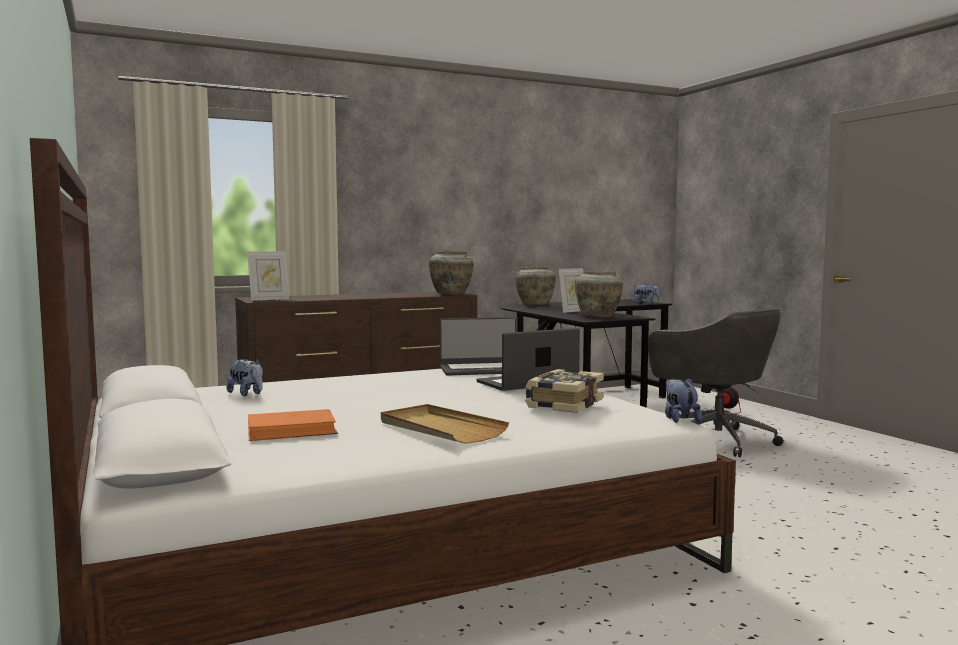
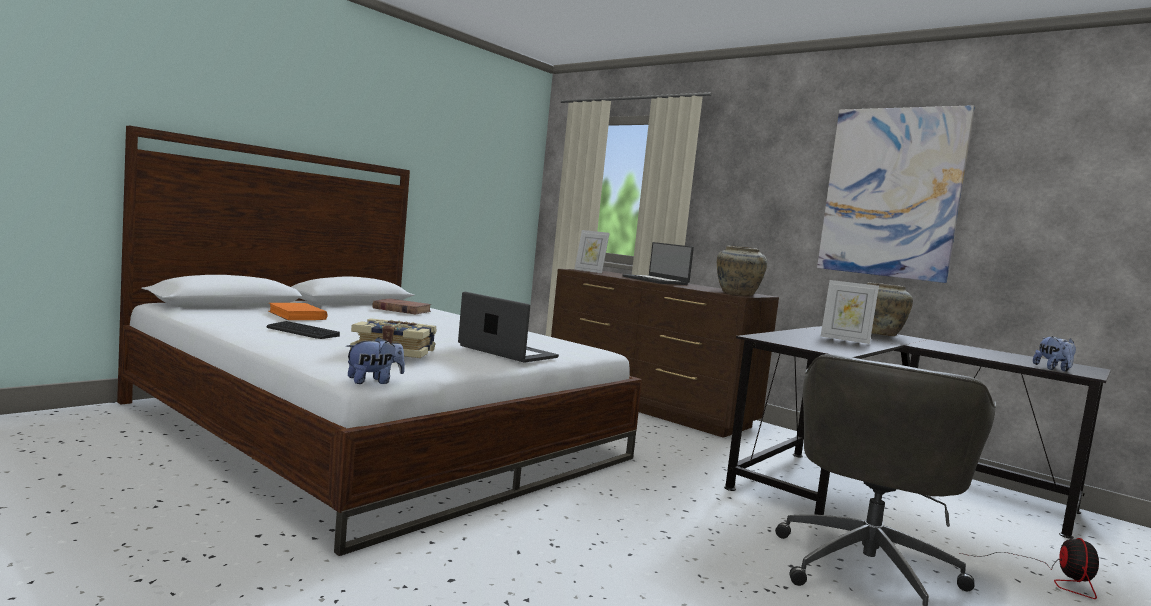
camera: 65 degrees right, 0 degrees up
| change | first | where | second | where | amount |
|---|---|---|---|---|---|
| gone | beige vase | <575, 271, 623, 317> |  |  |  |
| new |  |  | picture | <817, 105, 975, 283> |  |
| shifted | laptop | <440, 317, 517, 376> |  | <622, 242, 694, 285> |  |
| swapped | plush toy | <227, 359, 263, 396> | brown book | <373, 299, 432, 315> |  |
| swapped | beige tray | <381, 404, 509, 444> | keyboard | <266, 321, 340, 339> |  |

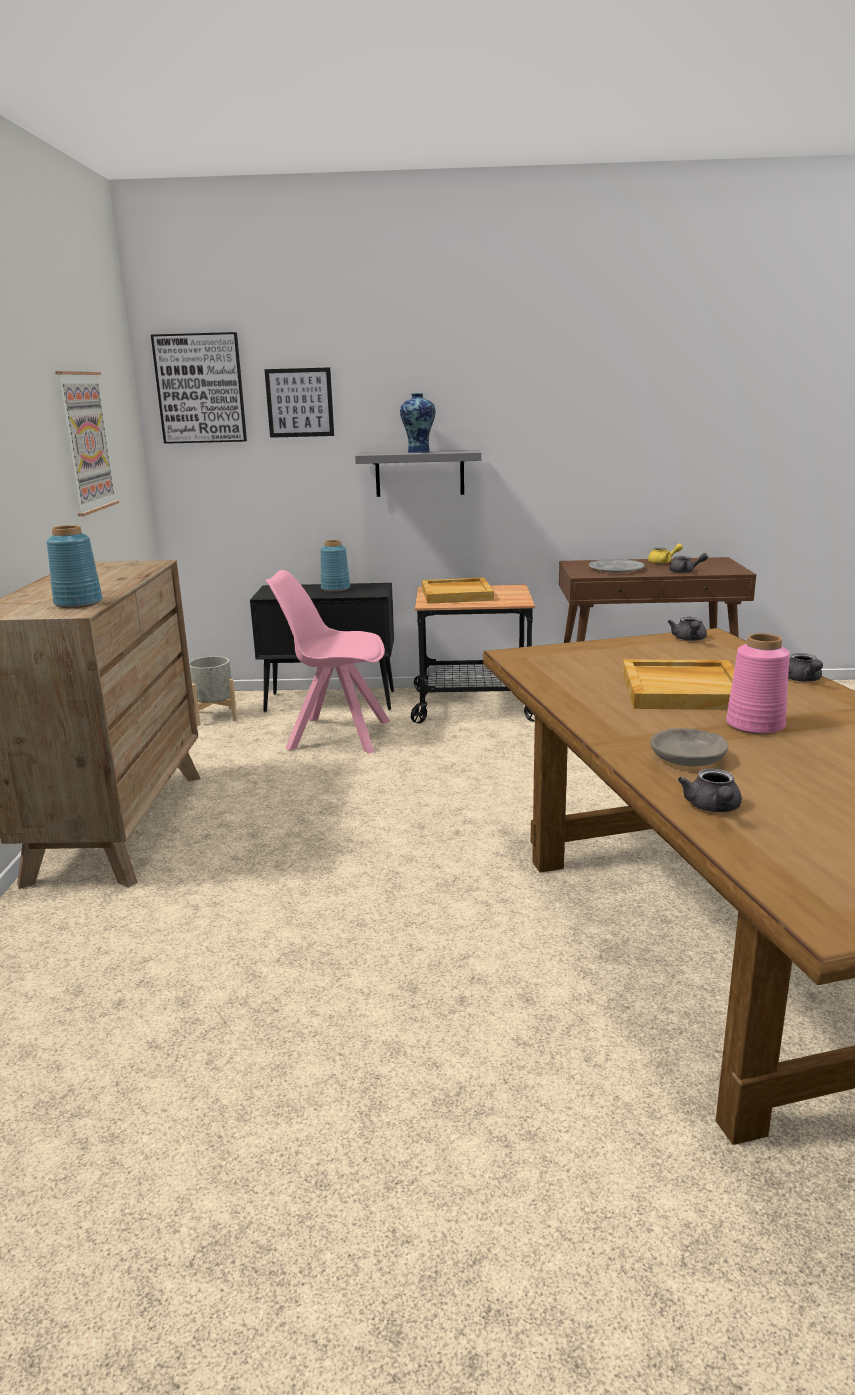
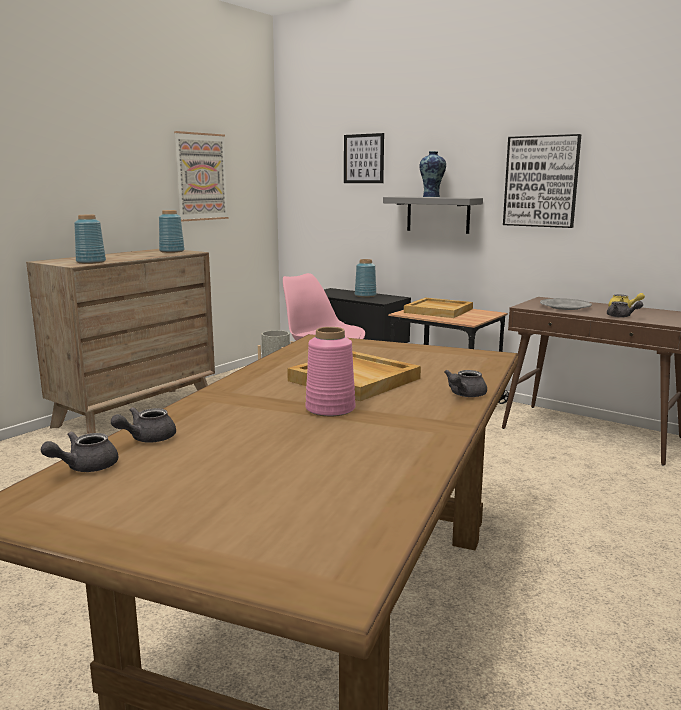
camera: 35 degrees right, 5 degrees down
| change | first | where | second | where | amount |
|---|---|---|---|---|---|
| gone | grey bowl | <650, 728, 728, 766> |  |  |  |
| new |  |  | blue vase | <159, 210, 185, 253> |  |
| shifted | picture | <151, 332, 247, 444> |  | <503, 134, 581, 228> |  |
| shifted | grey teapot | <668, 617, 707, 641> |  | <41, 432, 118, 472> |  |

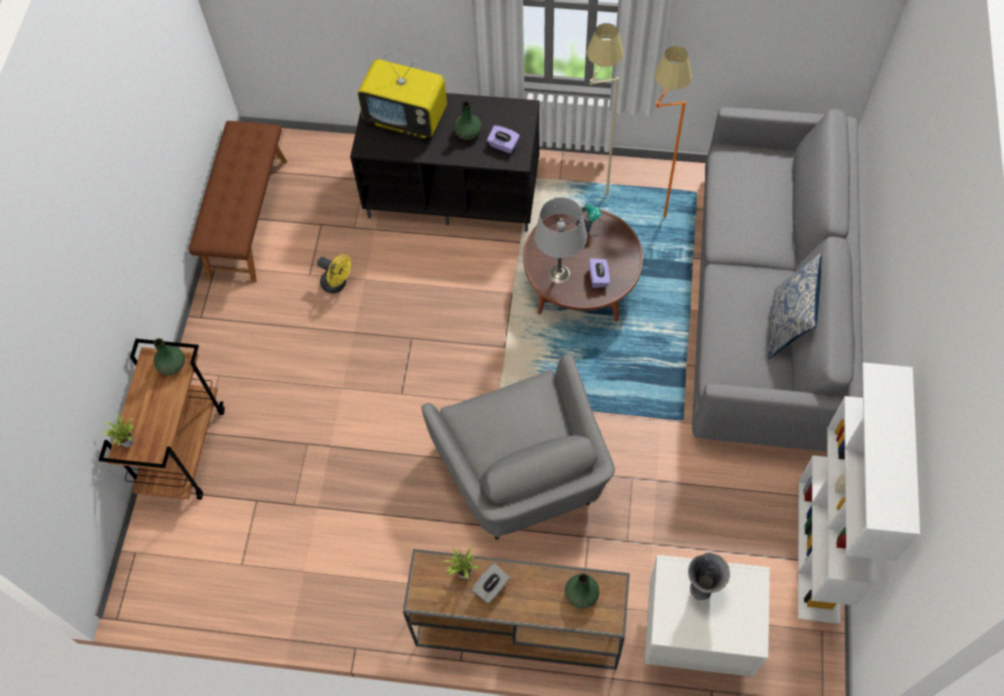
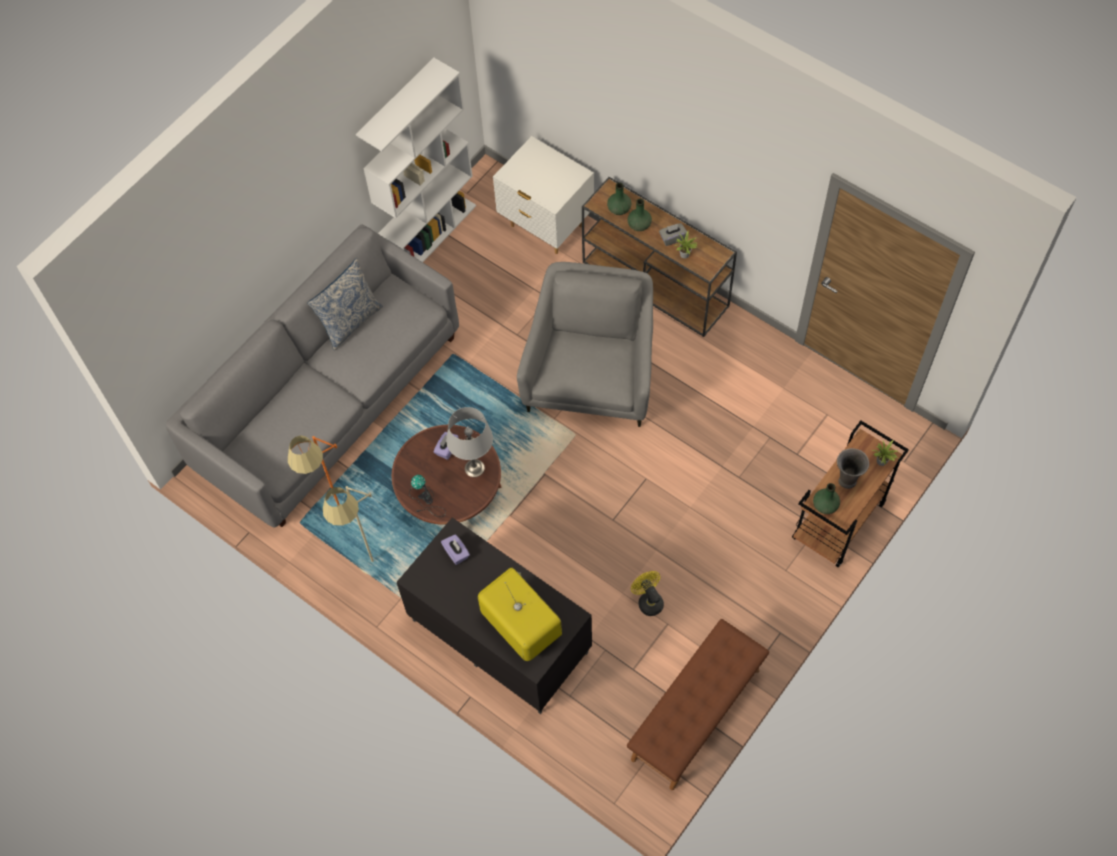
camera: 150 degrees left, 0 degrees up
| change | first | where | second | where | amount |
|---|---|---|---|---|---|
| shifted | green vase | <454, 101, 482, 140> |  | <627, 199, 652, 231> |  |
| shifted | grey vase | <688, 553, 730, 600> |  | <837, 448, 869, 489> |  |

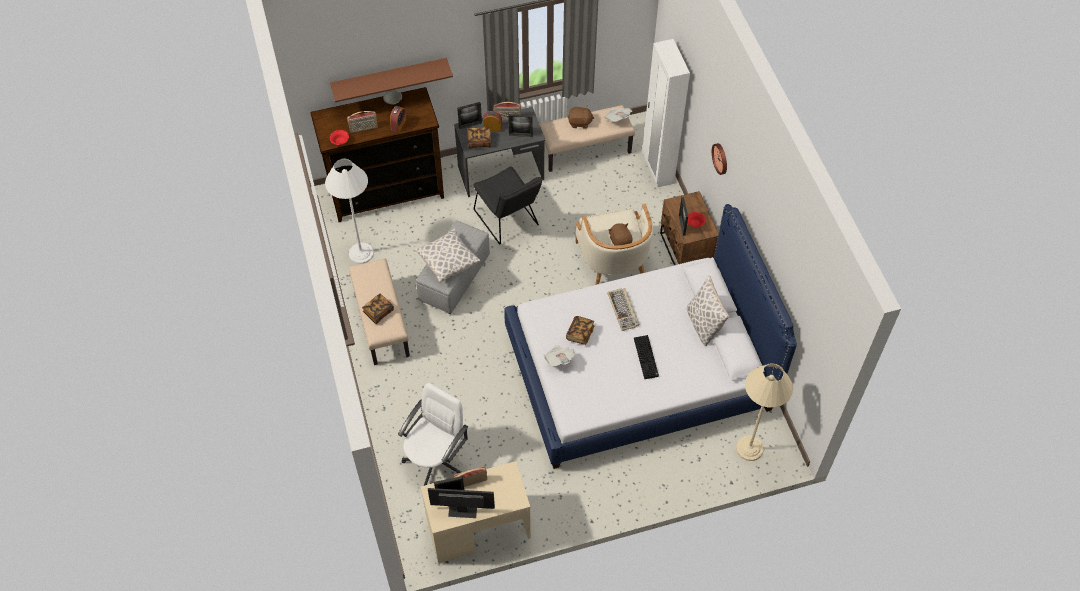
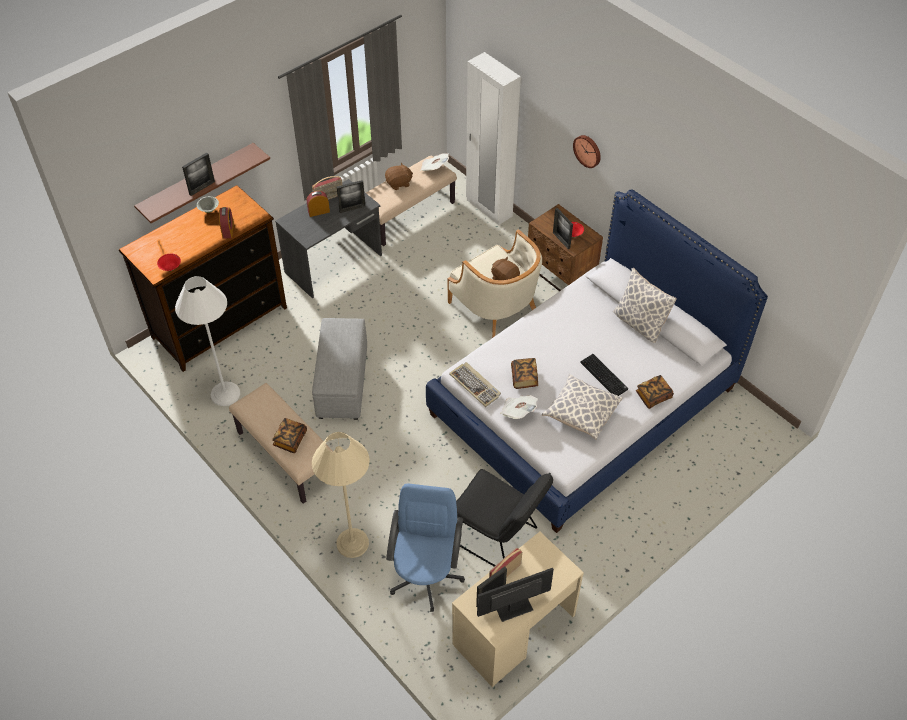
camera: 25 degrees left, 5 degrees down
| change | first | where | second | where | amount |
|---|---|---|---|---|---|
| gone | radio | <347, 111, 378, 133> |  |  |  |
| shifted | pillow | <414, 228, 480, 283> |  | <542, 374, 622, 440> |  |
| shifted | picture frame | <457, 102, 482, 129> |  | <182, 153, 215, 196> |  |
| shifted | book | <467, 127, 491, 149> |  | <636, 375, 674, 409> |  |
| shifted | black chair | <473, 166, 542, 244> |  | <456, 469, 553, 566> |  |
| shifted | keyboard | <607, 288, 640, 331> |  | <449, 362, 501, 407> |  |
| shifted | beige floor lamp | <736, 363, 793, 461> |  | <312, 432, 370, 558> |  |
| repainted | white office chair | <398, 383, 468, 486> | blue office chair | <386, 483, 465, 612> |  |

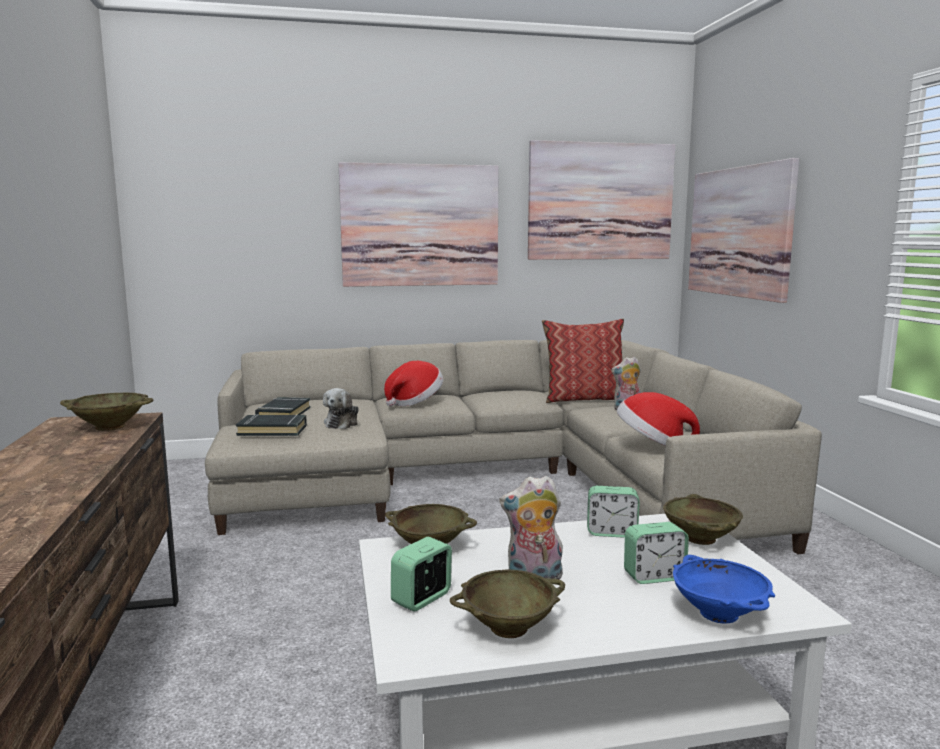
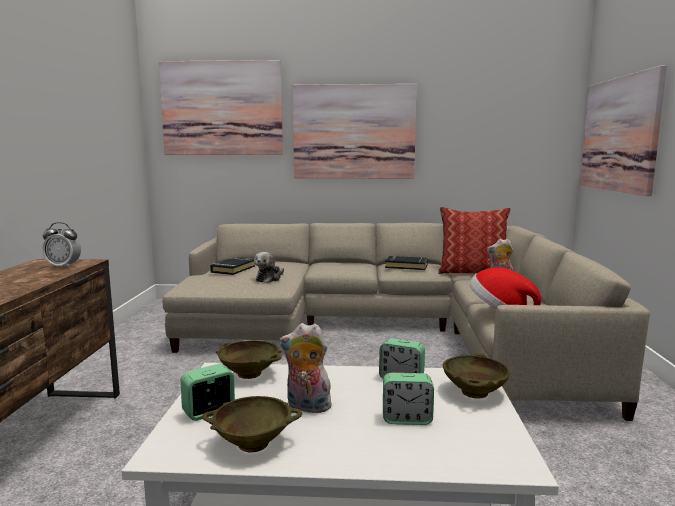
camera: 15 degrees right, 0 degrees up
| change | first | where | second | where | amount |
|---|---|---|---|---|---|
| gone | hat | <384, 361, 443, 407> |  |  |  |
| gone | blue bowl | <673, 555, 775, 623> |  |  |  |
| shifted | black book | <236, 414, 307, 436> |  | <385, 256, 428, 270> |  |
| shifted | picture | <528, 140, 675, 260> |  | <159, 60, 283, 155> |  |
| swapped | beige bowl | <60, 393, 153, 431> | alarm clock | <42, 222, 81, 268> |  |

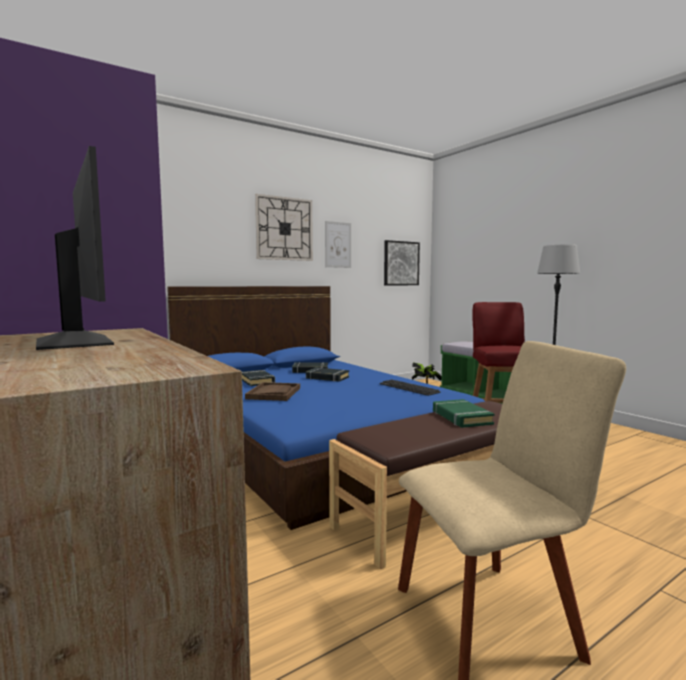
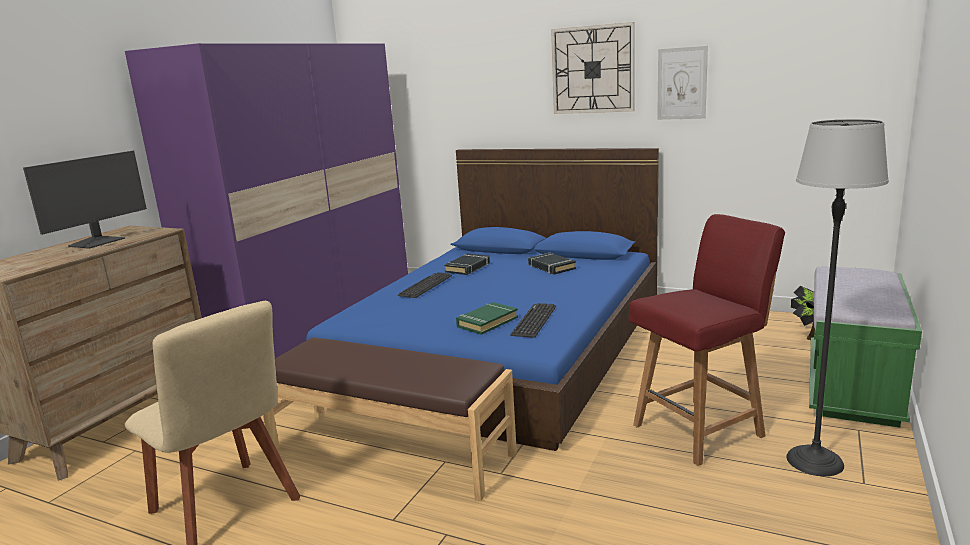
camera: 60 degrees right, 10 degrees up
| change | first | where | second | where | amount |
|---|---|---|---|---|---|
| gone | black book | <306, 368, 349, 382> |  |  |  |
| gone | picture | <384, 240, 420, 285> |  |  |  |
| shifted | green book | <433, 399, 494, 428> |  | <456, 302, 518, 335> |  |
| swapped | brown tray | <245, 382, 300, 401> | keyboard | <398, 272, 452, 298> |  |

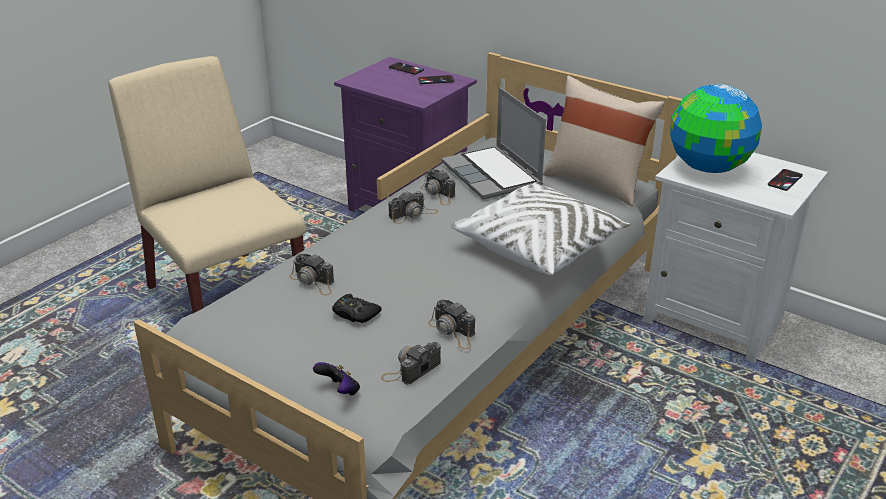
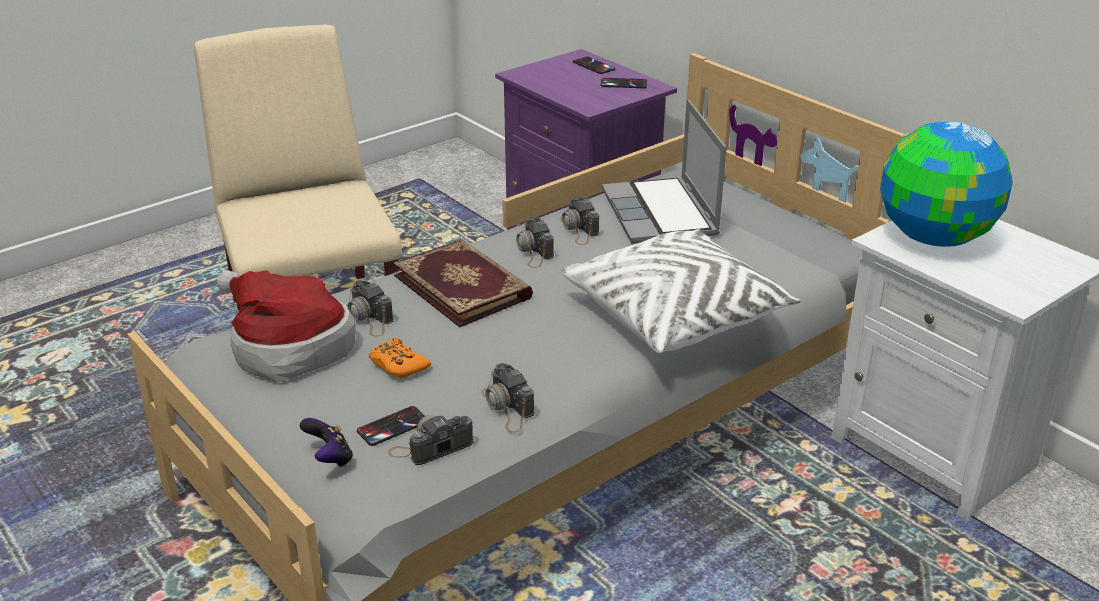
camera: 15 degrees right, 0 degrees up
| change | first | where | second | where | amount |
|---|---|---|---|---|---|
| gone | beige pillow | <543, 76, 664, 206> |  |  |  |
| new |  |  | hat | <217, 270, 356, 383> |  |
| new |  |  | book | <393, 239, 533, 327> |  |
| shifted | phone | <768, 169, 803, 191> |  | <357, 406, 425, 446> |  |
| repainted | black game controller | <332, 294, 382, 323> | orange game controller | <369, 338, 431, 378> |  |
| rotated | photo camera | <389, 191, 438, 224> |  | <516, 217, 554, 268> | 90 degrees clockwise |

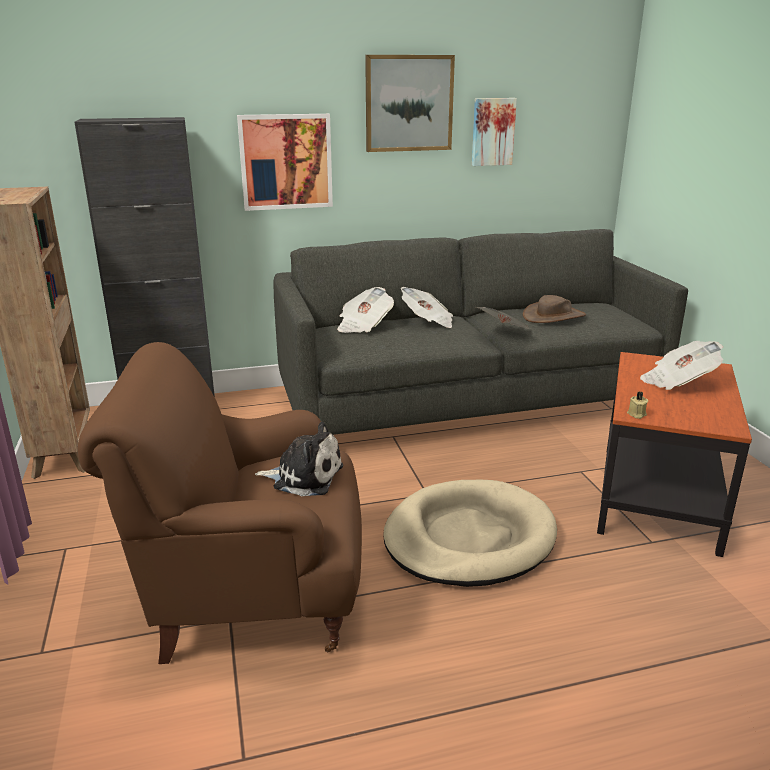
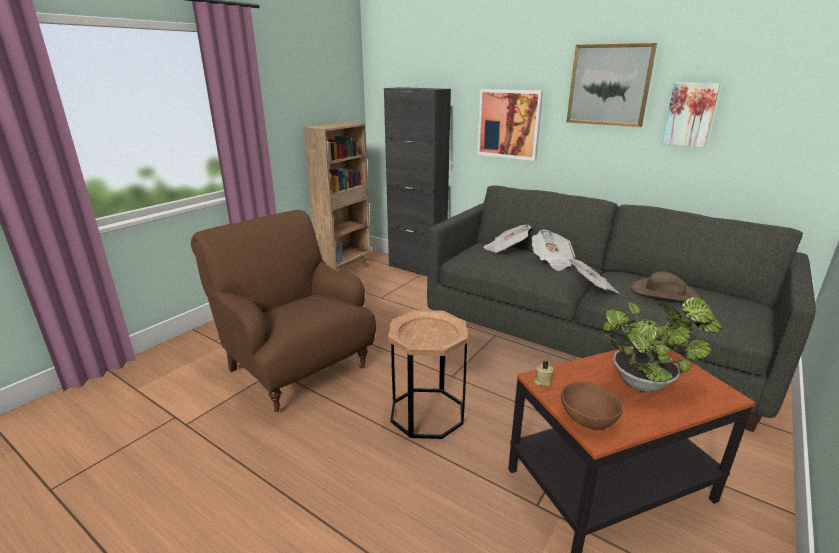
camera: 50 degrees right, 0 degrees up
| change | first | where | second | where | amount |
|---|---|---|---|---|---|
| gone | plush toy | <255, 422, 343, 496> |  |  |  |
| new |  |  | brown bowl | <561, 382, 623, 430> |  |
| swapped | beige dog bed | <383, 480, 557, 587> | brown side table | <388, 310, 468, 439> |  |
| swapped | newspaper | <640, 341, 723, 390> | potted plant | <602, 297, 723, 393> |  |

